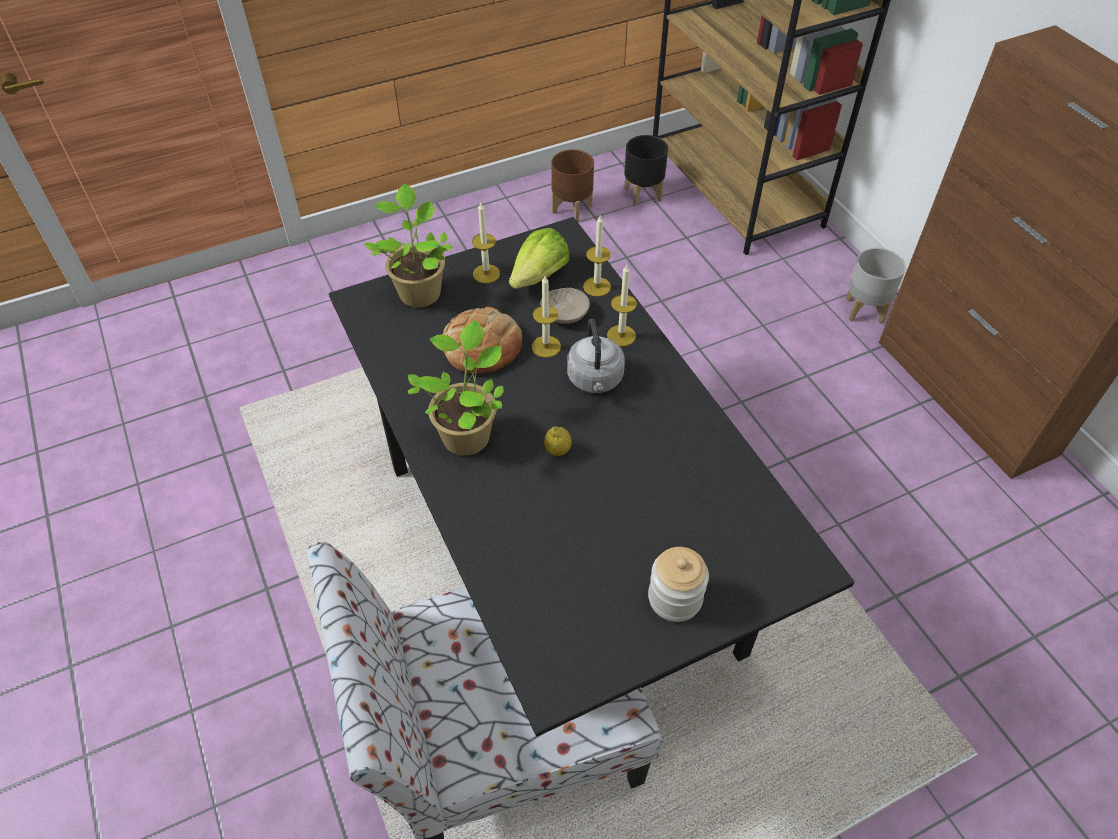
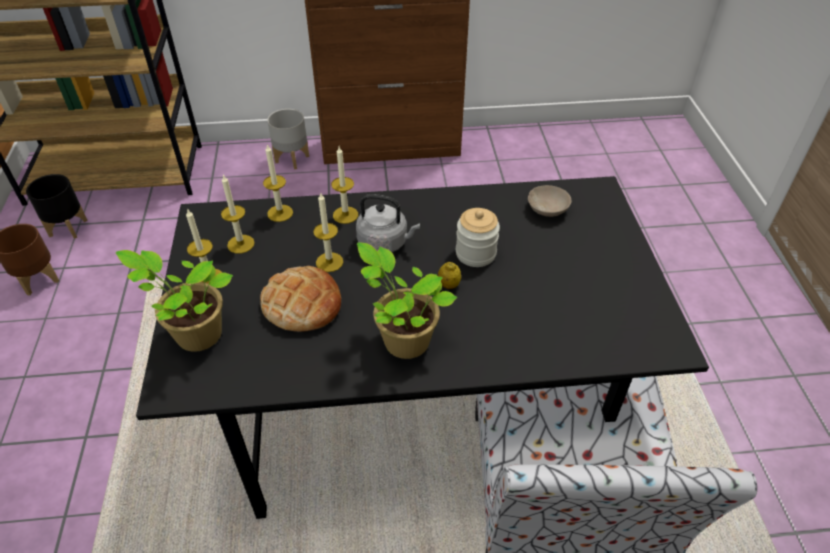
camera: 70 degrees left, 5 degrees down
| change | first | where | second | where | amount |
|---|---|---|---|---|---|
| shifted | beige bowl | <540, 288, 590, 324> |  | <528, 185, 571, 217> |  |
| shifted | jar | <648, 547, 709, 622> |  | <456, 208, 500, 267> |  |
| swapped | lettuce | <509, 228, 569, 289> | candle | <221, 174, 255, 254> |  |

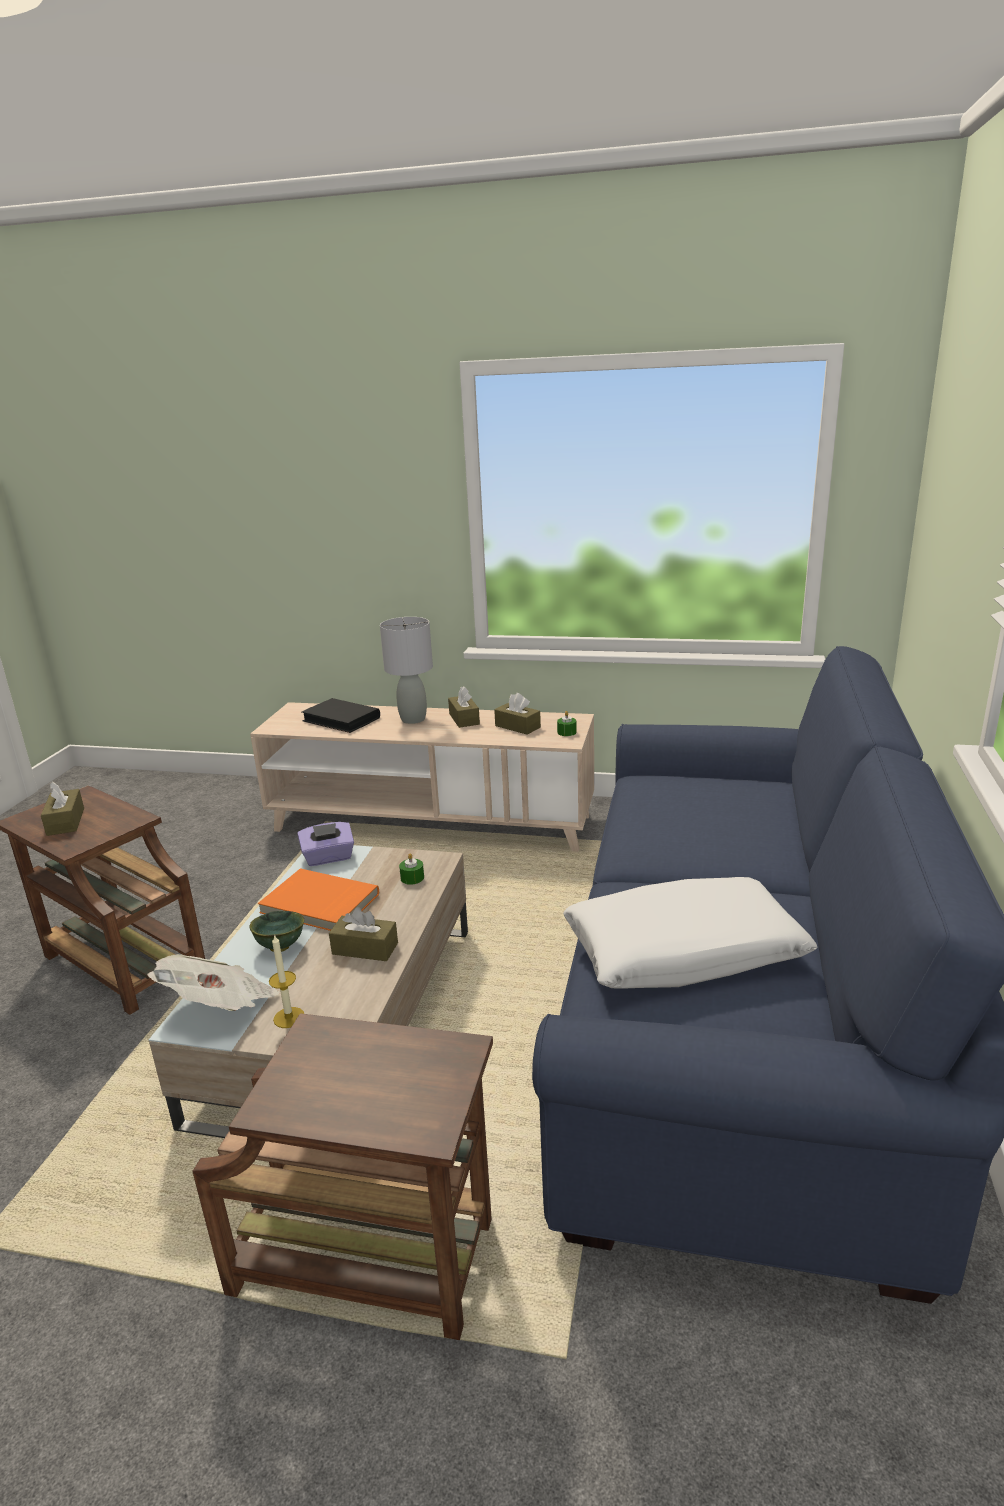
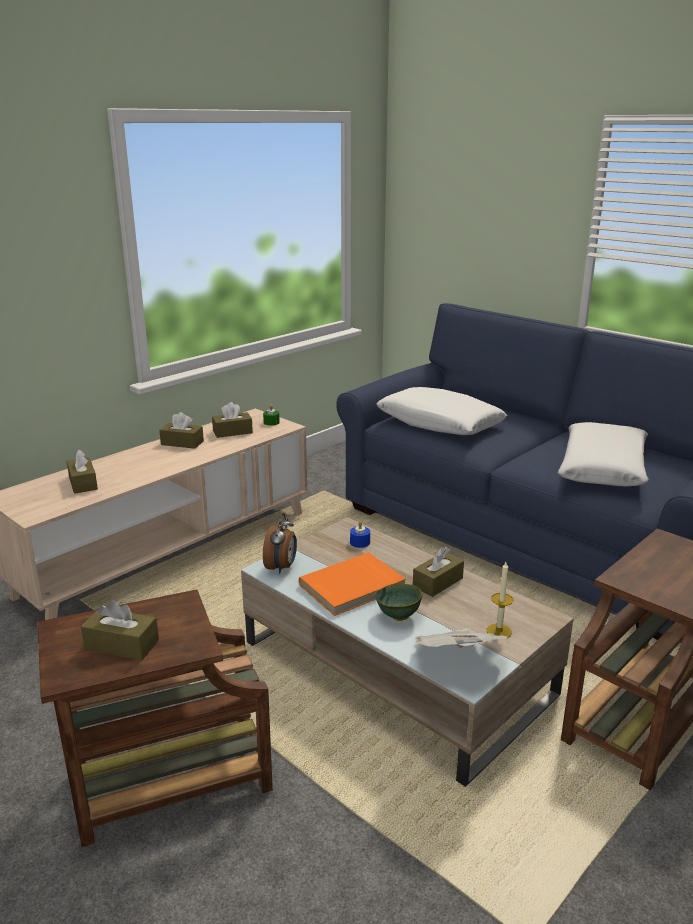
camera: 60 degrees left, 0 degrees up
| change | first | where | second | where | amount |
|---|---|---|---|---|---|
| gone | grey table lamp | <380, 617, 433, 724> |  |  |  |
| new |  |  | white pillow | <377, 387, 507, 435> |  |
| swapped | purple tissue box | <298, 822, 354, 866> | alarm clock | <263, 513, 297, 574> |  |
| swapped | black book | <302, 698, 380, 733> | brown tissue box | <67, 450, 98, 494> |  |
| repainted | green candle | <399, 853, 424, 885> | blue candle | <350, 521, 370, 548> |  |

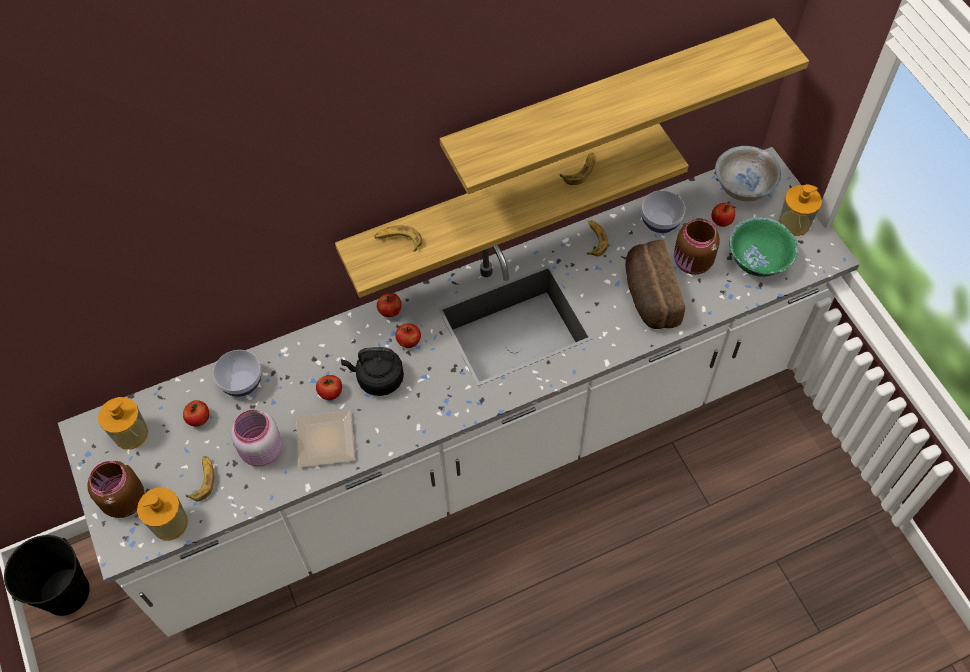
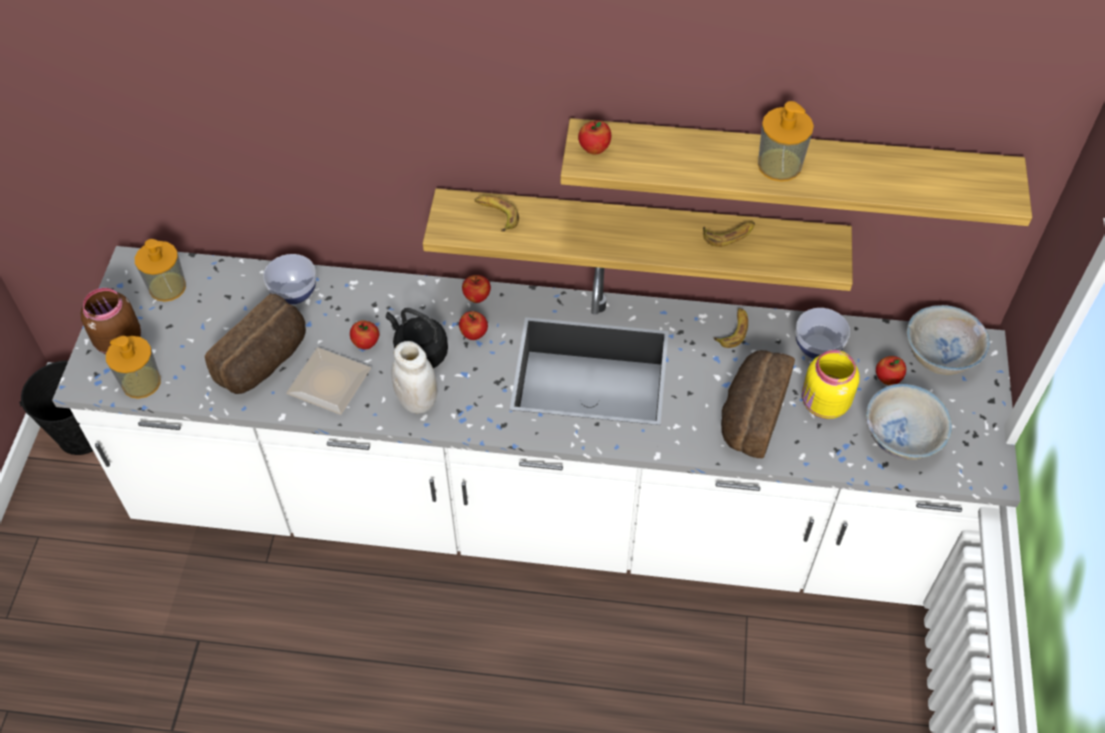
camera: 30 degrees right, 5 degrees down
| change | first | where | second | where | amount |
|---|---|---|---|---|---|
| gone | banana | <185, 456, 214, 501> |  |  |  |
| new |  |  | white jar | <391, 341, 437, 414> |  |
| shifted | apple | <183, 400, 209, 427> |  | <578, 120, 611, 155> |  |
| shifted | soap dispenser | <779, 184, 822, 236> |  | <758, 101, 814, 181> |  |
| swapped | pink jar | <231, 410, 283, 467> | bread | <205, 293, 306, 394> |  |
| repainted | brown jar | <674, 218, 720, 275> | yellow jar | <802, 350, 860, 419> |  |
| repainted | green bowl | <729, 217, 798, 277> | white bowl | <866, 384, 952, 460> |  |

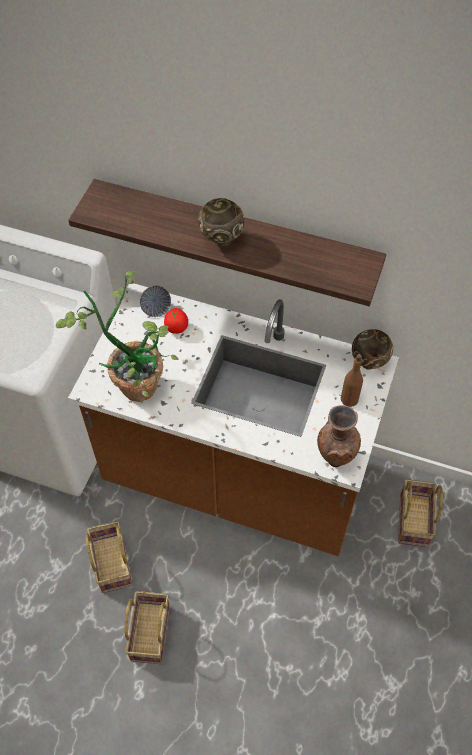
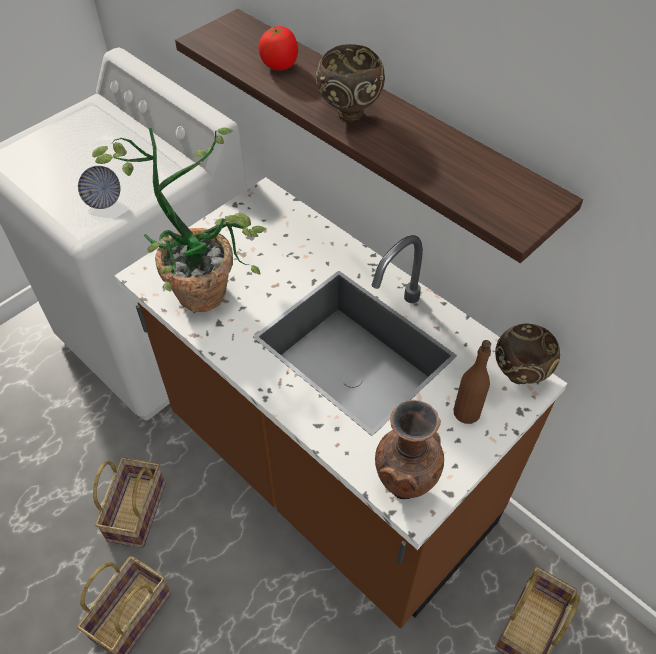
camera: 25 degrees right, 5 degrees down
| change | first | where | second | where | amount |
|---|---|---|---|---|---|
| shifted | bowl | <140, 286, 171, 317> |  | <78, 166, 120, 209> |  |
| shifted | tomato | <164, 308, 188, 334> |  | <258, 26, 298, 71> |  |

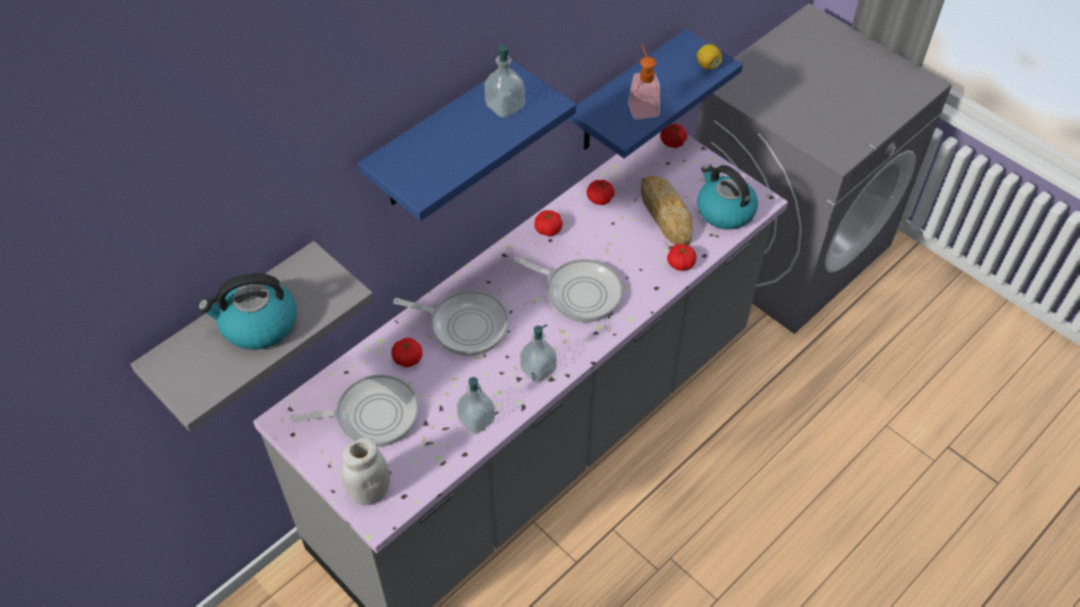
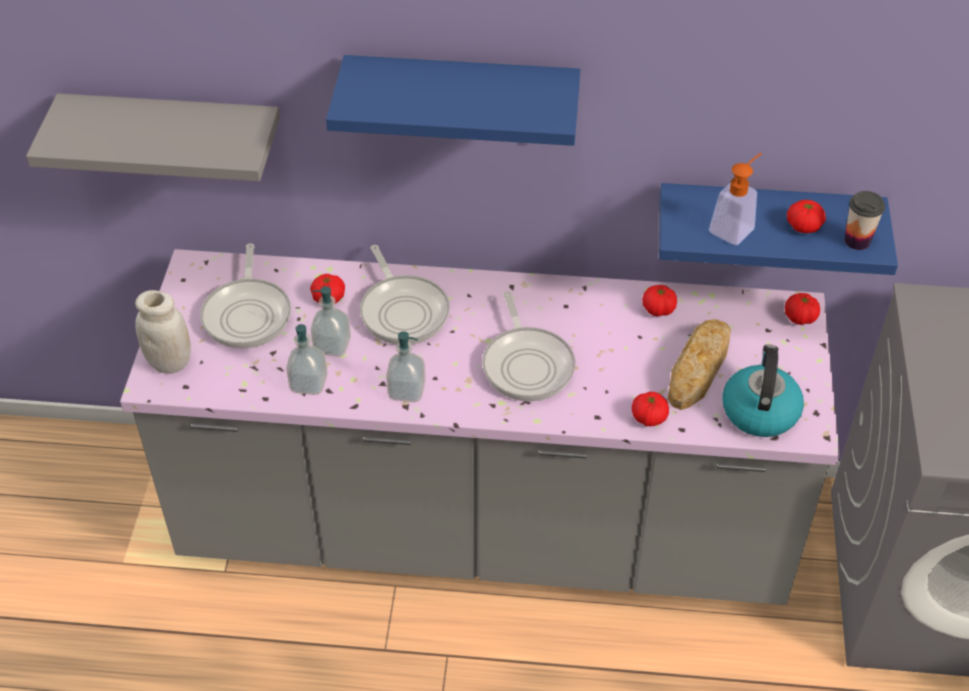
camera: 50 degrees right, 5 degrees down
| change | first | where | second | where | amount |
|---|---|---|---|---|---|
| gone | kettle | <198, 273, 296, 350> |  |  |  |
| shifted | soap dispenser | <484, 45, 525, 118> |  | <311, 286, 351, 357> |  |
| shifted | tomato | <535, 210, 563, 236> |  | <787, 200, 826, 233> |  |
| swapped | lemon | <697, 44, 723, 70> | cup | <844, 191, 885, 250> |  |
| rotated | frying pan | <290, 374, 419, 447> |  | <200, 243, 291, 349> | 45 degrees clockwise |

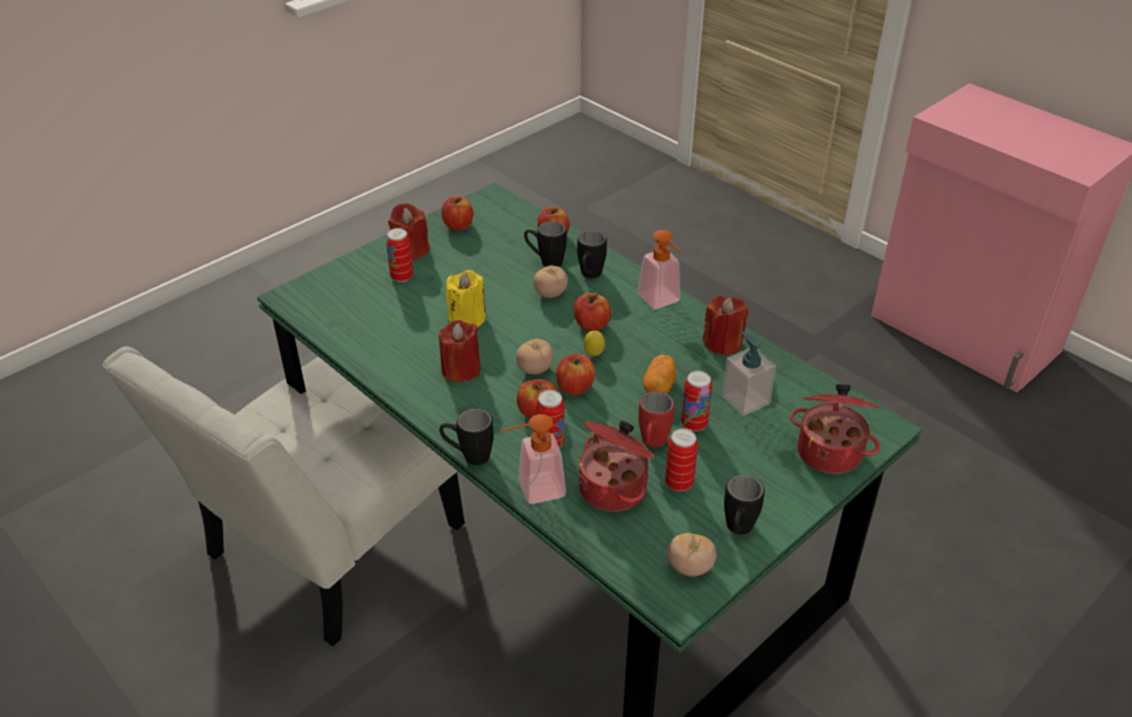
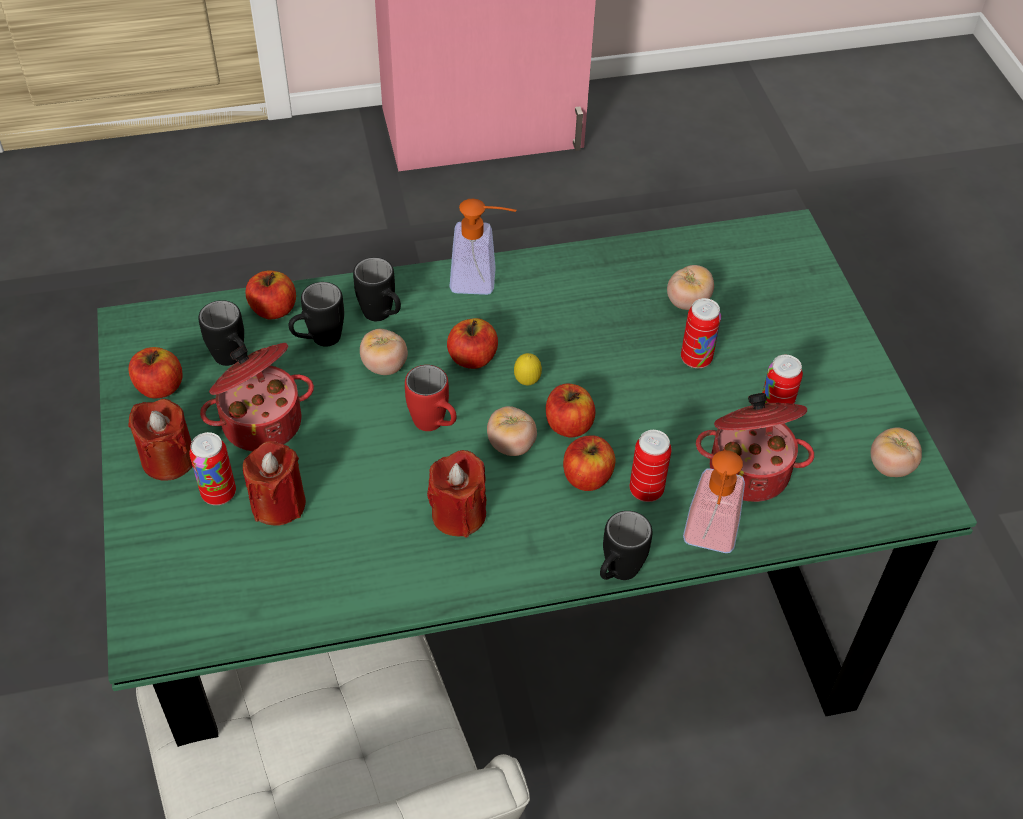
camera: 60 degrees left, 10 degrees up
| change | first | where | second | where | amount |
|---|---|---|---|---|---|
| gone | yellow candle | <446, 270, 486, 328> |  |  |  |
| gone | potato | <643, 355, 676, 394> |  |  |  |
| shifted | red mug | <638, 391, 675, 447> |  | <405, 365, 456, 431> |  |
| shifted | red candle | <702, 296, 749, 356> |  | <243, 441, 306, 525> |  |
| shifted | black mug | <724, 475, 765, 535> |  | <199, 300, 246, 366> |  |
| shifted | cooking pot | <790, 384, 880, 474> |  | <200, 343, 314, 452> |  |
| swapped | soap dispenser | <722, 332, 776, 416> | tomato | <667, 265, 714, 310> |  |

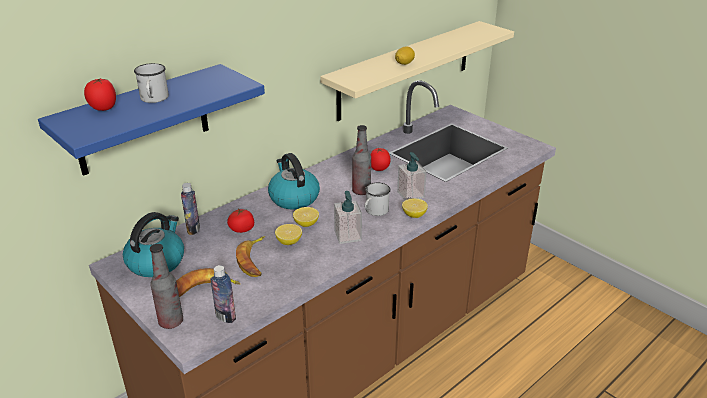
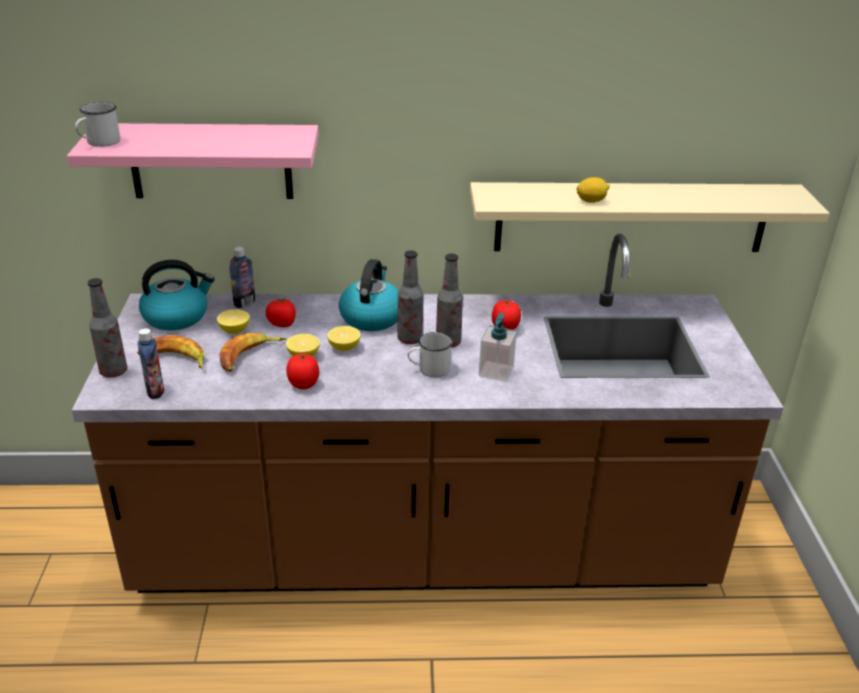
camera: 40 degrees right, 0 degrees up
| change | first | where | second | where | amount |
|---|---|---|---|---|---|
| gone | soap dispenser | <334, 191, 362, 244> |  |  |  |
| new |  |  | bottle | <397, 250, 423, 344> |  |
| shifted | tomato | <84, 78, 116, 111> |  | <286, 354, 319, 389> |  |
| shifted | white mug | <134, 63, 169, 103> |  | <75, 102, 121, 147> |  |
| shifted | lemon | <402, 198, 428, 218> |  | <217, 309, 250, 334> |  |
| repainted | blue shelf | <38, 64, 265, 176> | pink shelf | <67, 123, 319, 199> |  |

